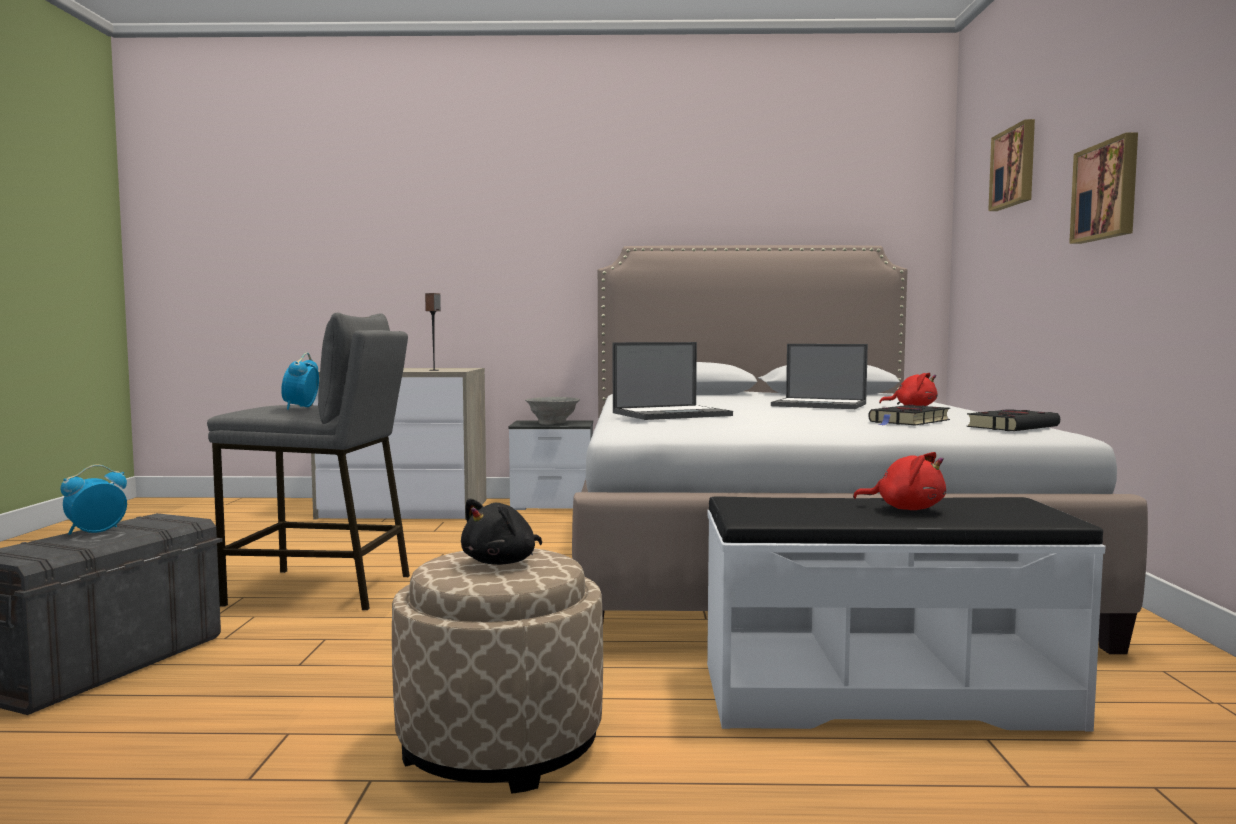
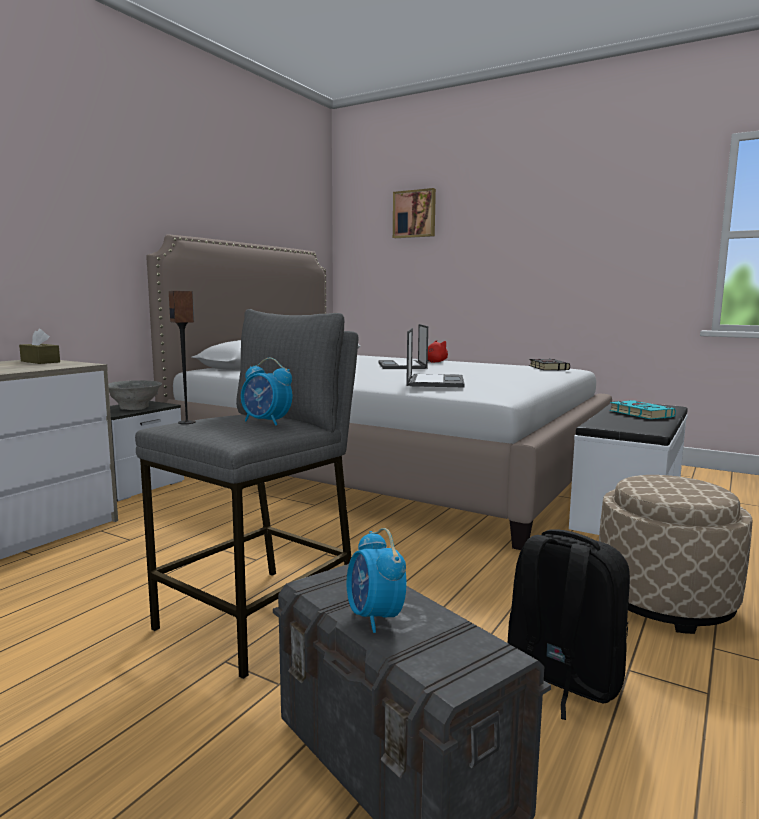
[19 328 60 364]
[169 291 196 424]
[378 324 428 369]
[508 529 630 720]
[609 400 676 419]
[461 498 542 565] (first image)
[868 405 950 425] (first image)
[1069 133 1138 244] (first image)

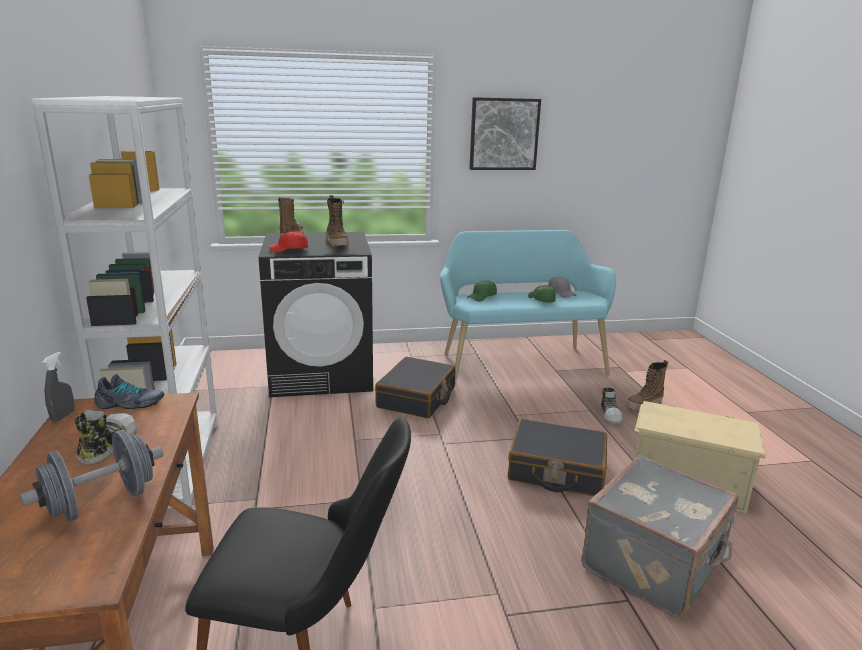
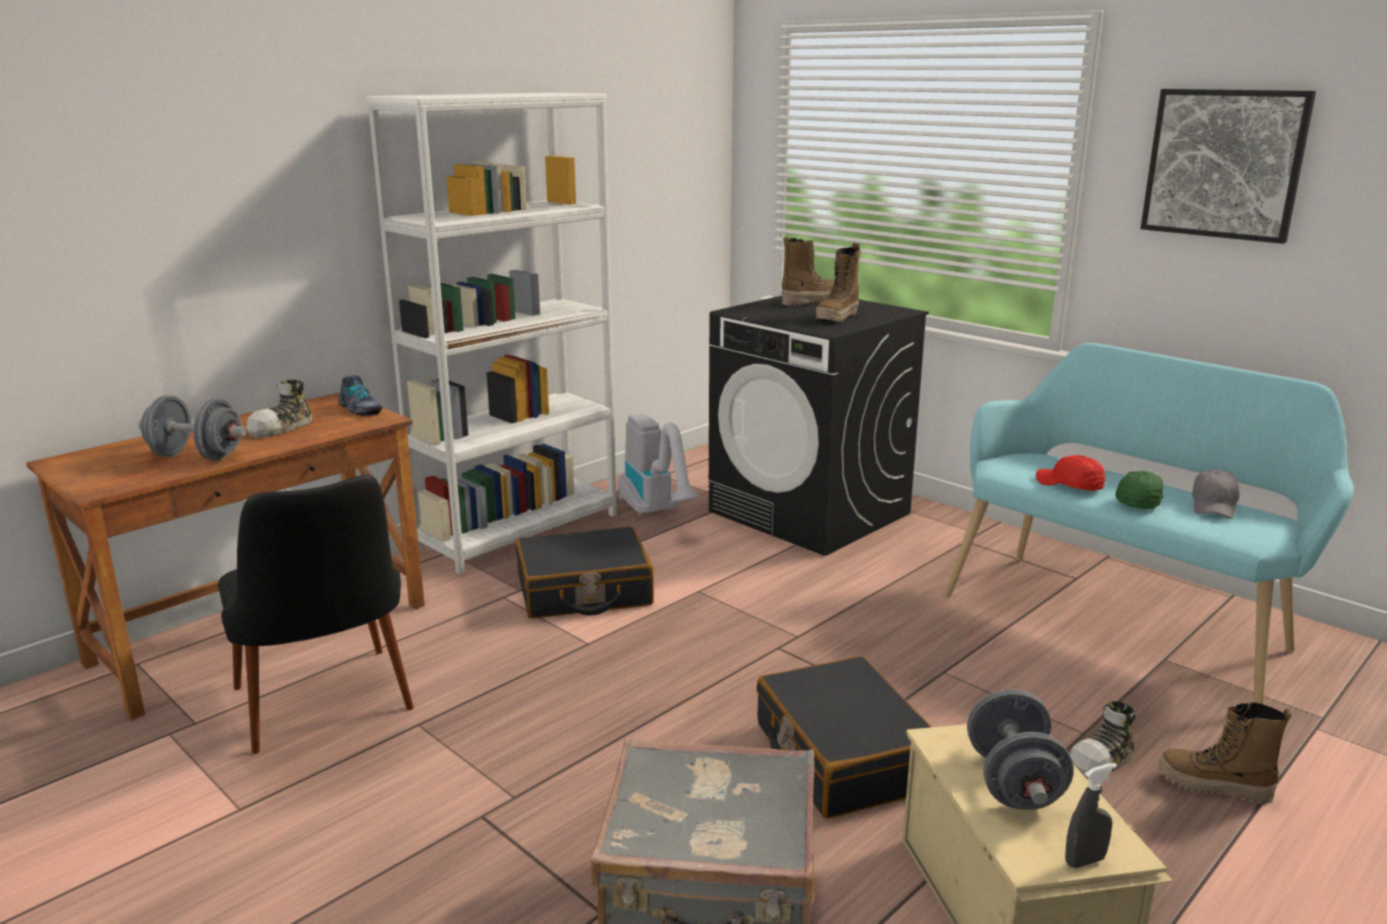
[246 380 312 438]
[515 527 654 618]
[618 414 701 515]
[967 689 1074 810]
[1036 455 1106 491]
[1065 763 1117 868]
[467 280 497 302] (first image)

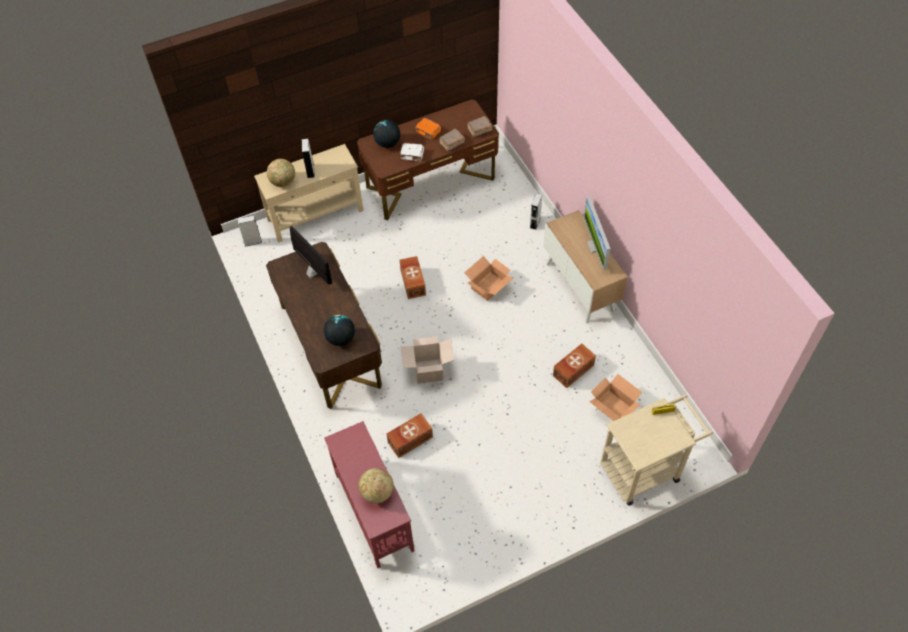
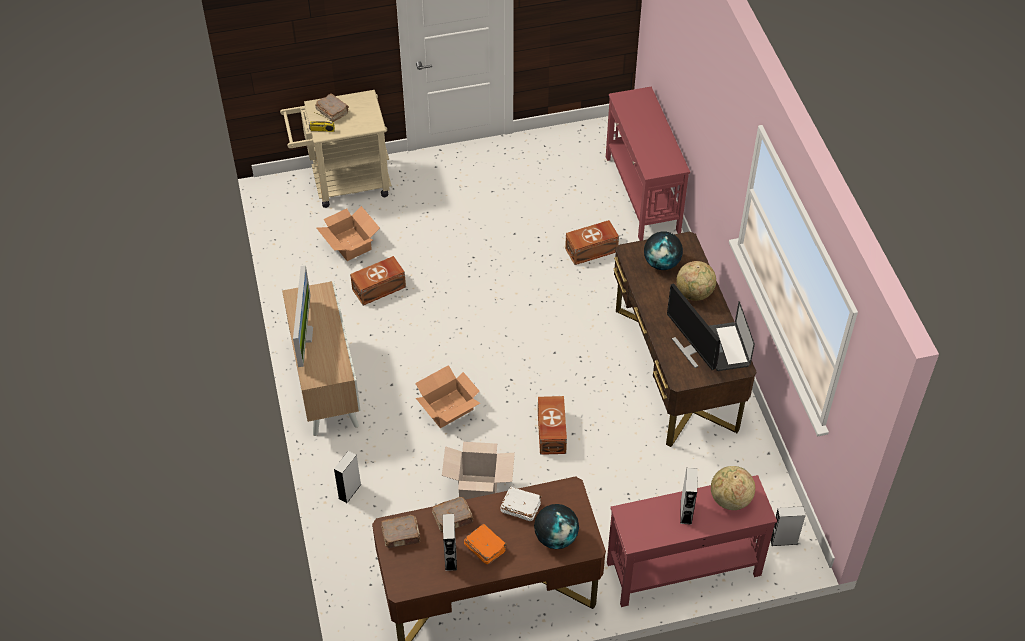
[315 93 349 122]
[442 442 515 500]
[443 514 457 571]
[607 475 777 607]
[676 261 716 301]
[709 301 755 371]

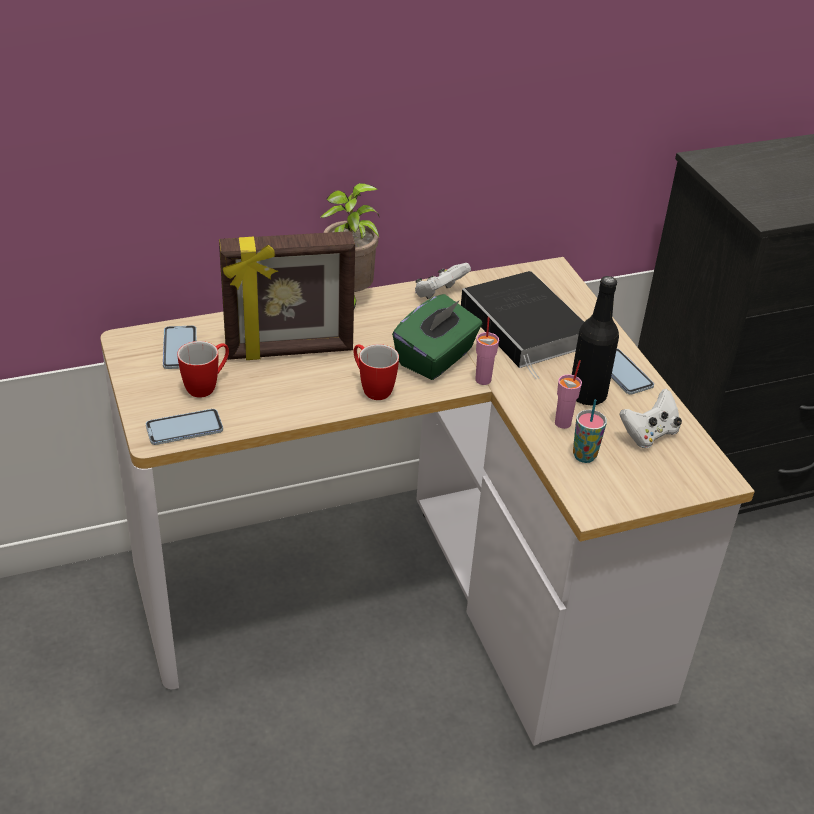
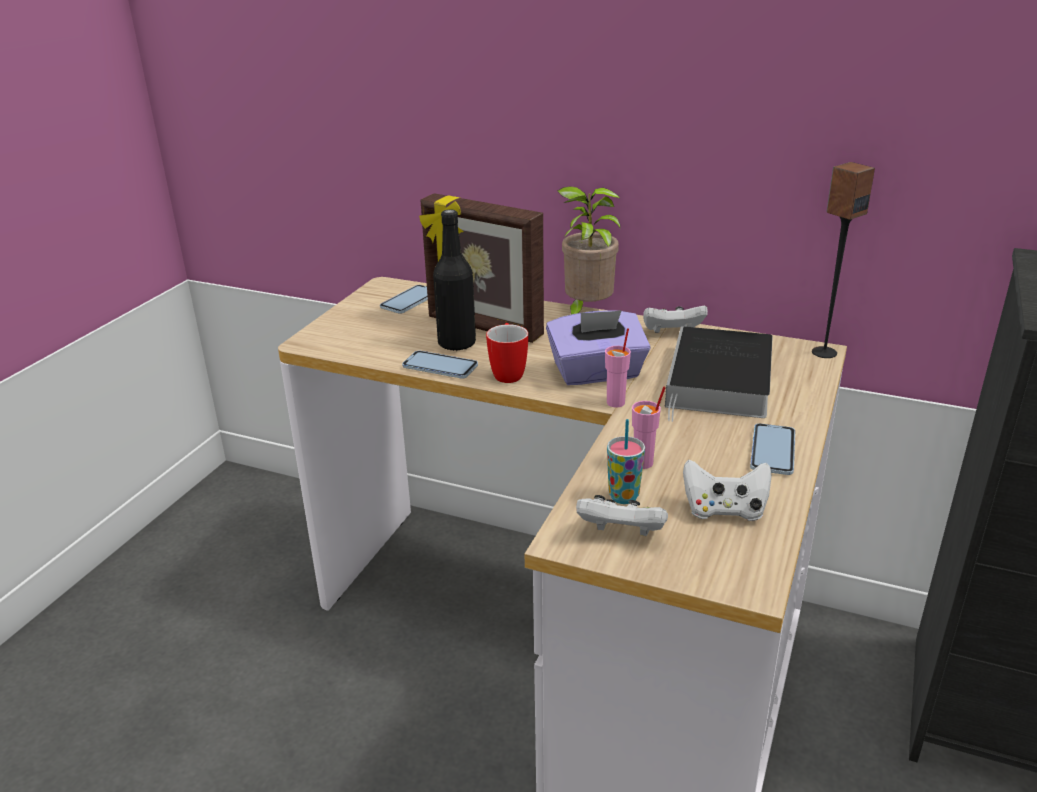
[402 351 478 379]
[433 209 476 351]
[546 310 650 385]
[576 495 668 536]
[812 162 875 358]
[177 341 229 398] (first image)

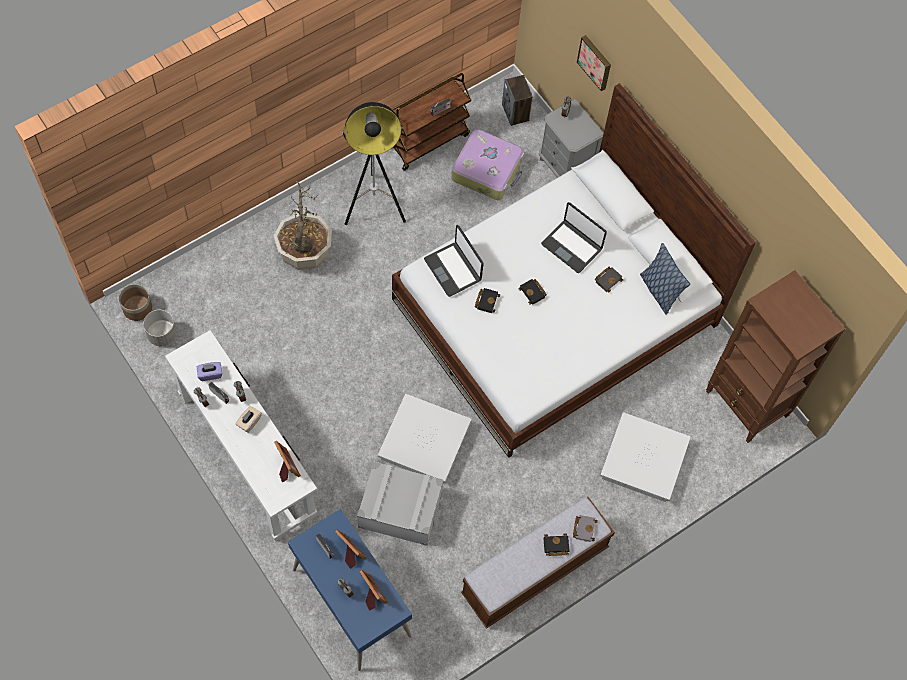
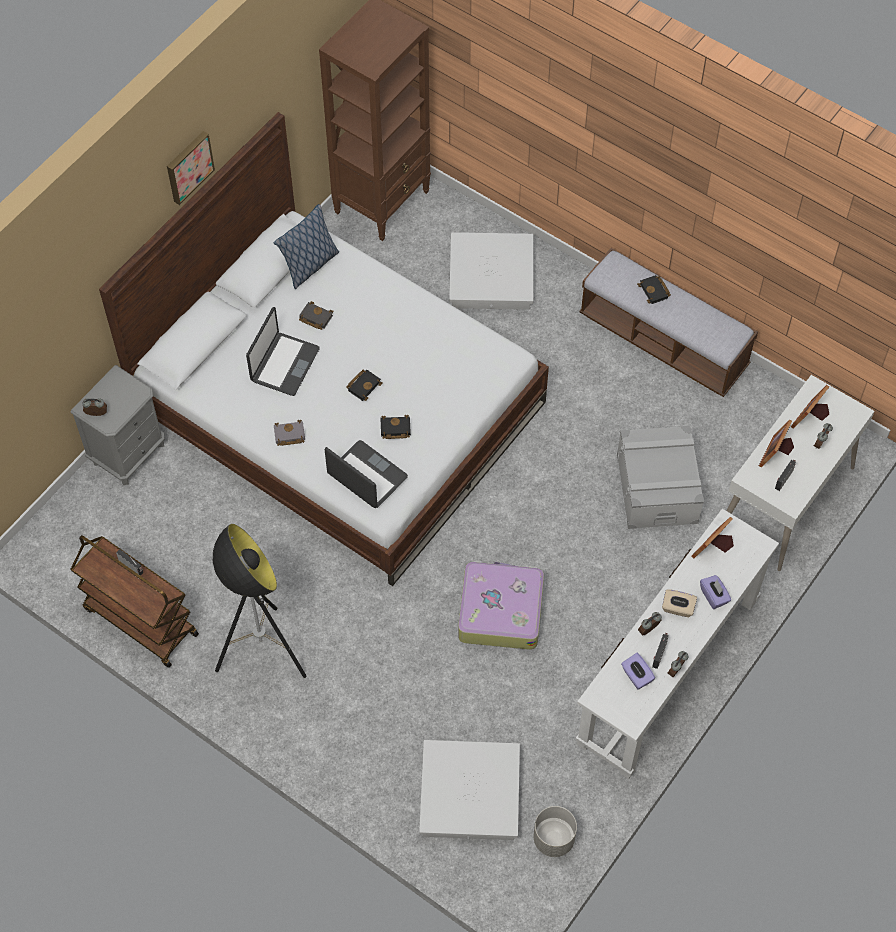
[167 131 215 205]
[274 420 305 446]
[325 440 408 508]
[419 740 520 840]
[458 561 544 650]
[700 575 731 609]
[727 375 874 571]
[119 284 152 321] (first image)
[274 181 332 270] (first image)
[502 75 533 126] (first image)

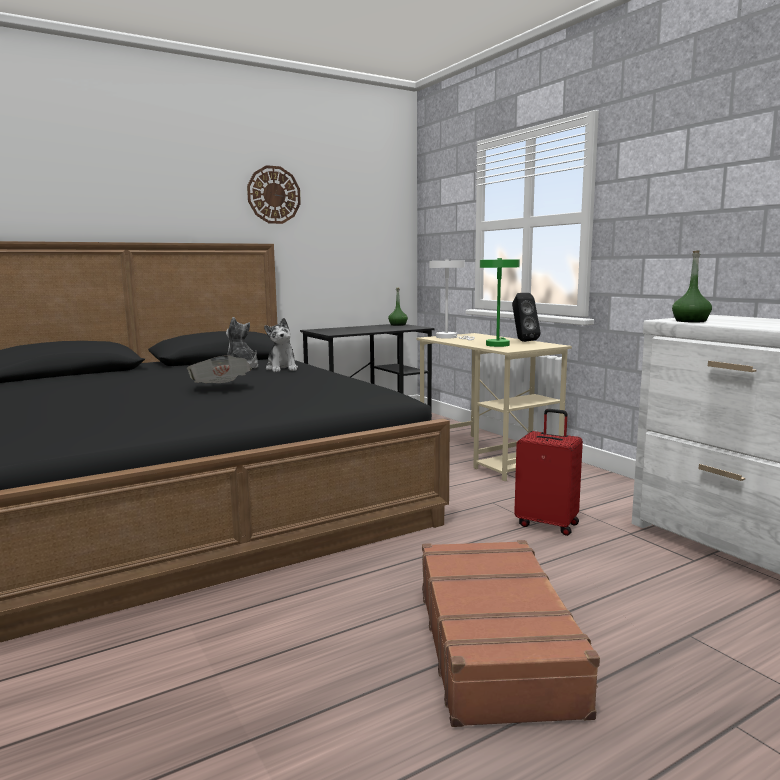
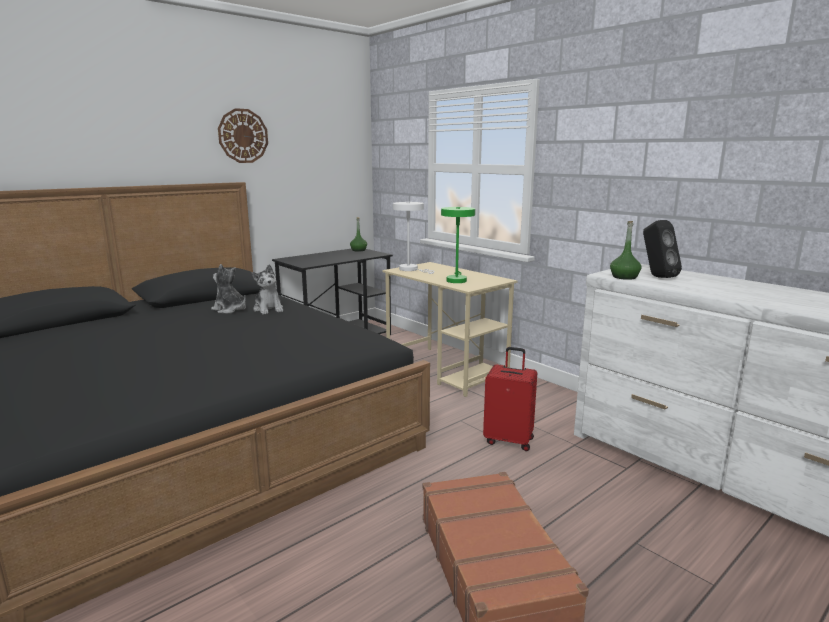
[643 220 682 278]
[187 355 252 383] (first image)

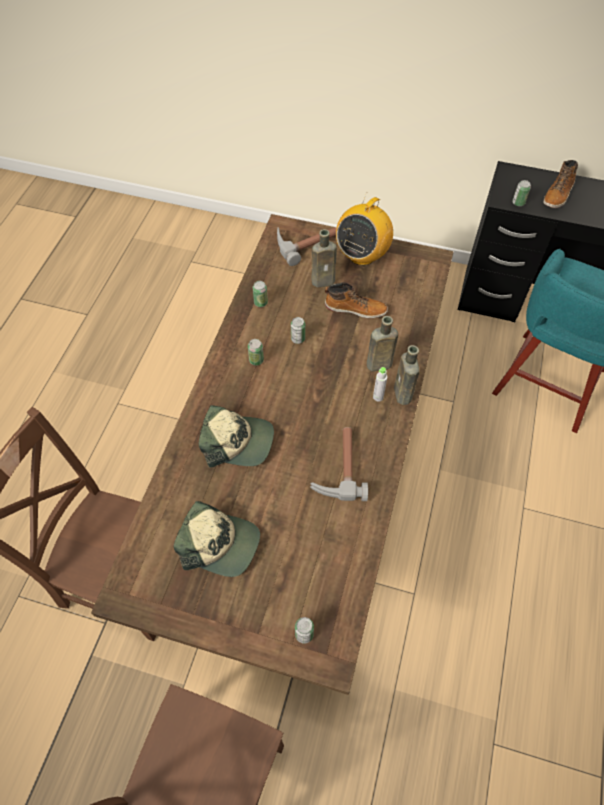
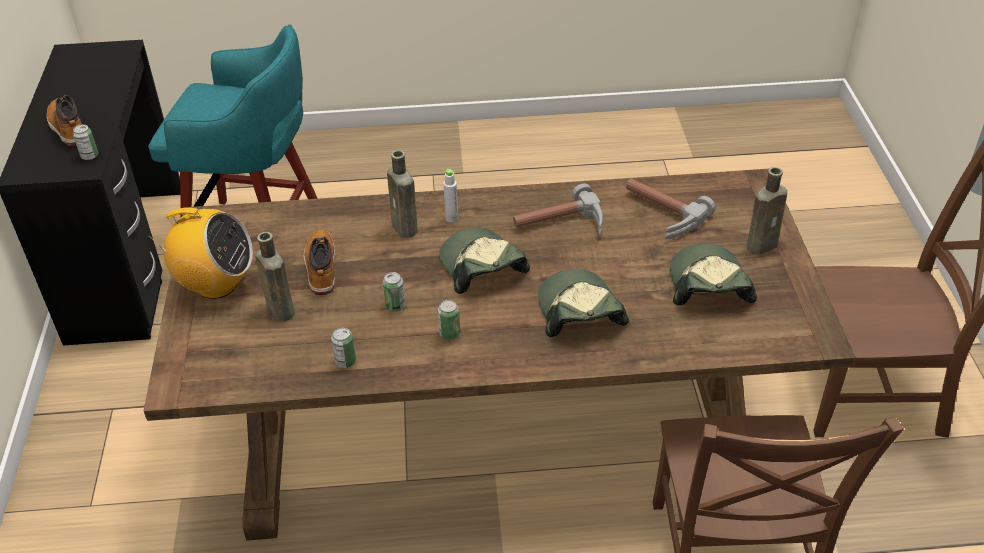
[47 95 82 146]
[439 227 530 294]
[626 178 716 239]
[747 167 787 254]
[295 617 314 644] (first image)

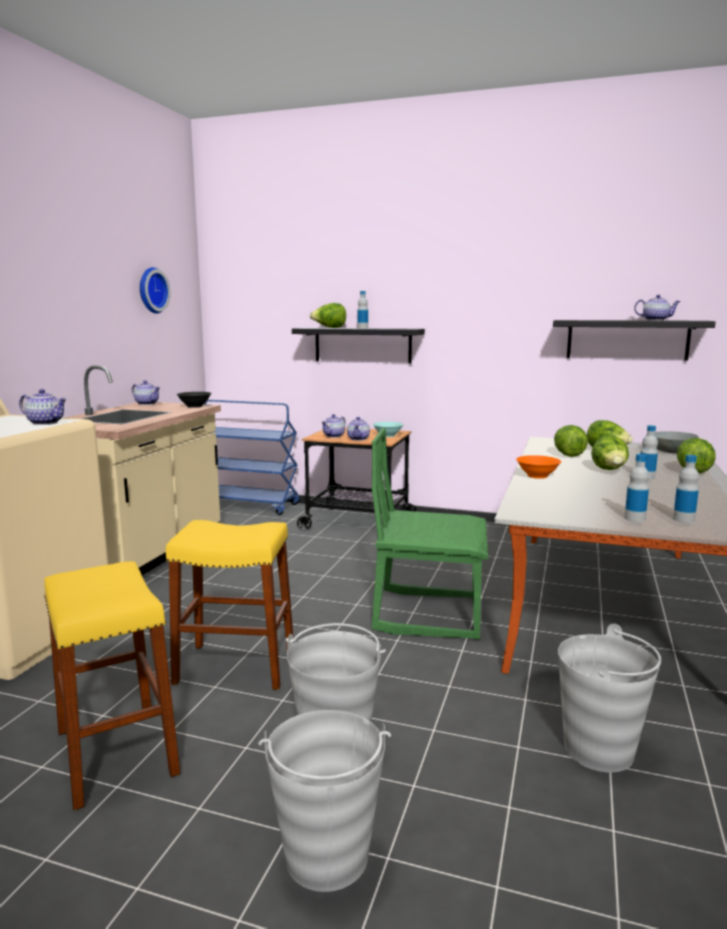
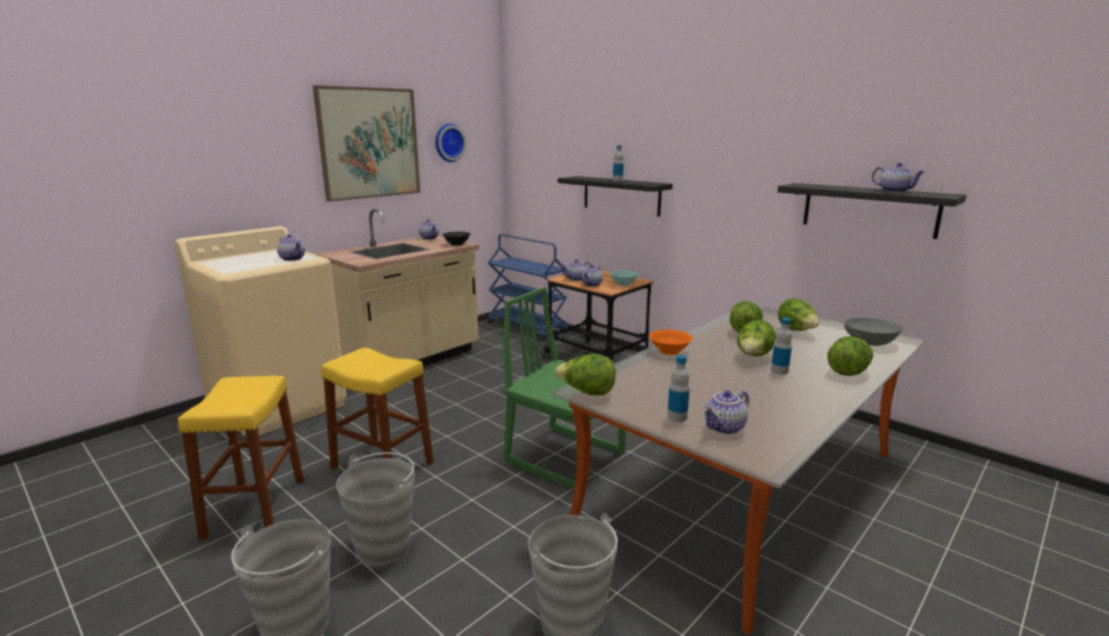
[313 85 420 202]
[555 354 616 395]
[703 390 749 435]

